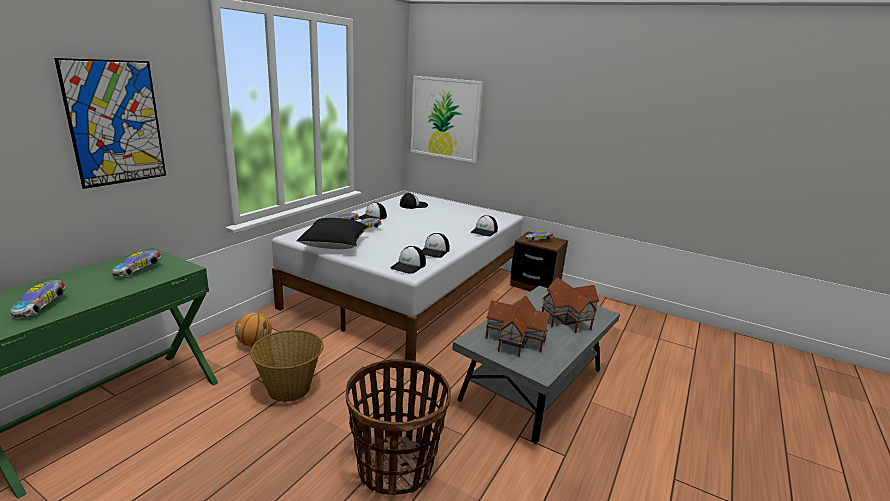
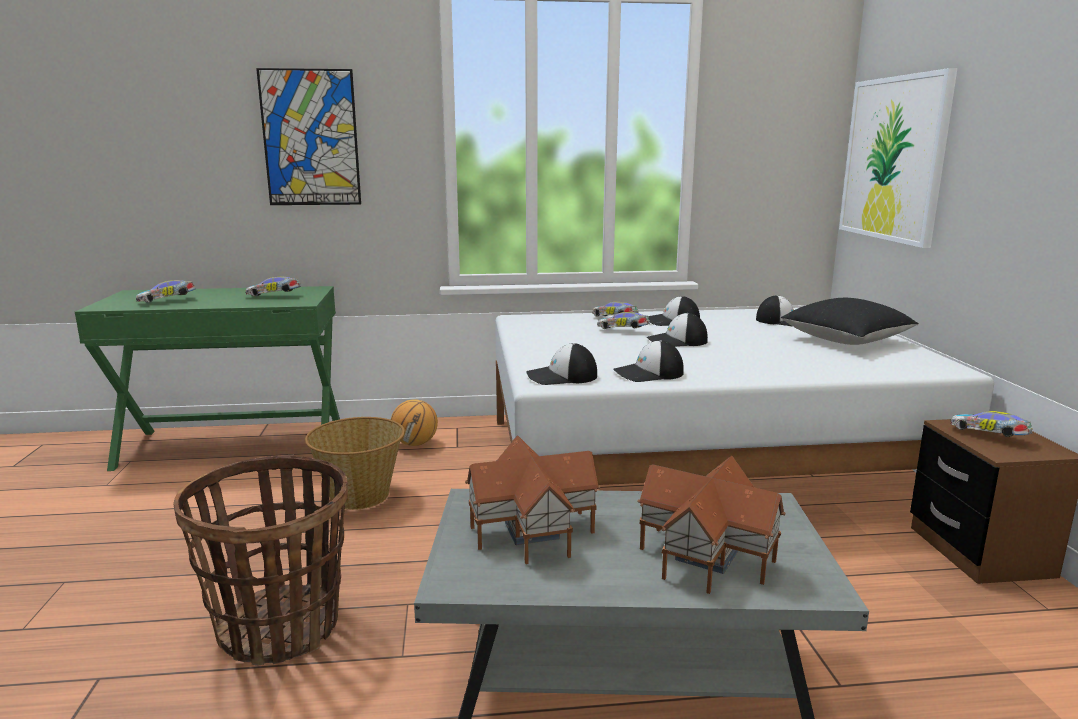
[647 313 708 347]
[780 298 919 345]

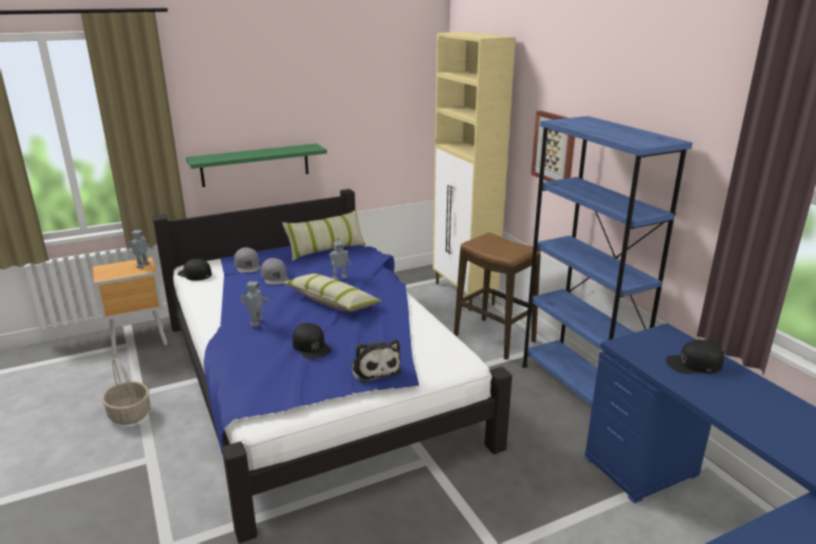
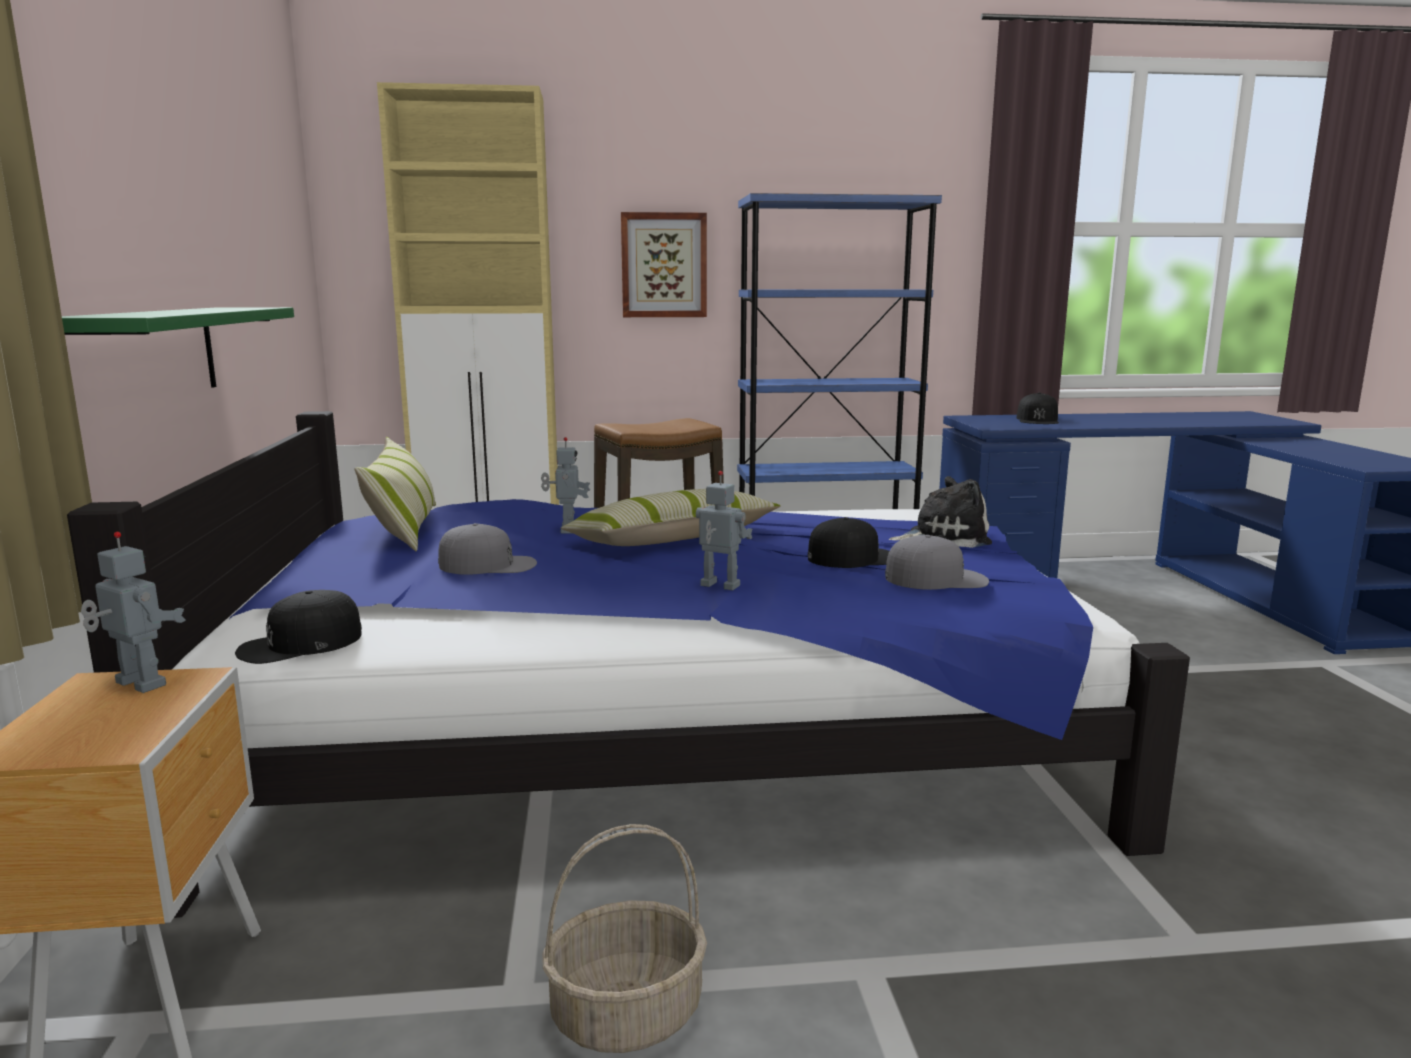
[885 535 989 590]

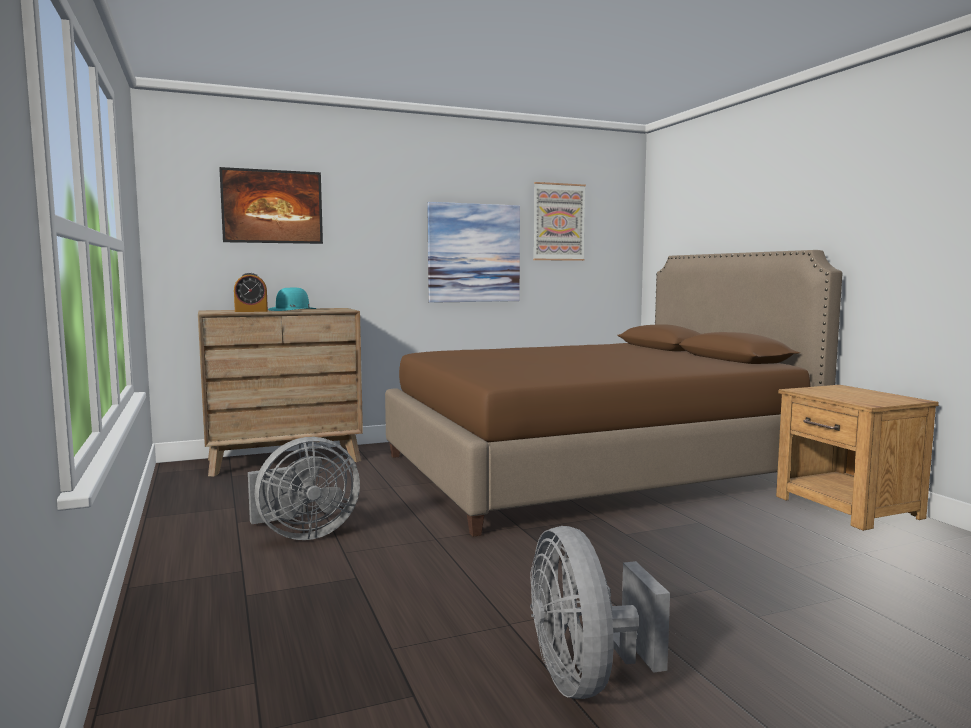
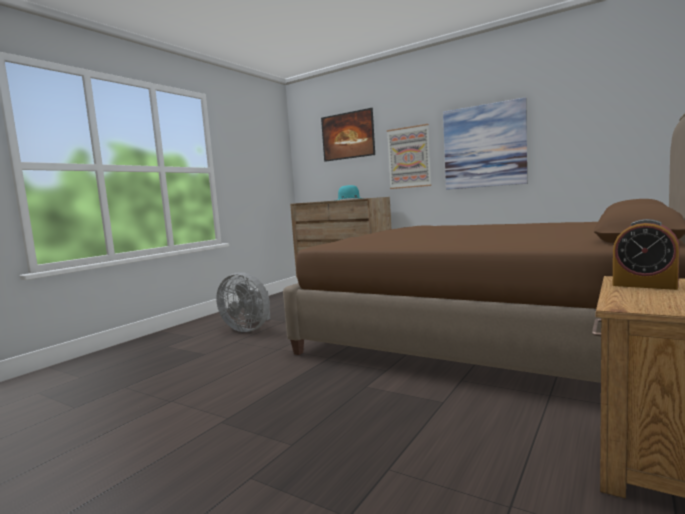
[387 124 431 189]
[613 219 680 290]
[530 526 670 699] (first image)

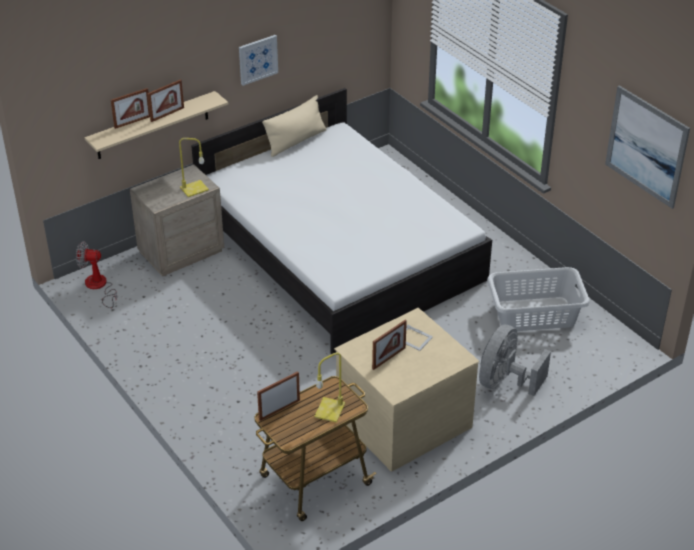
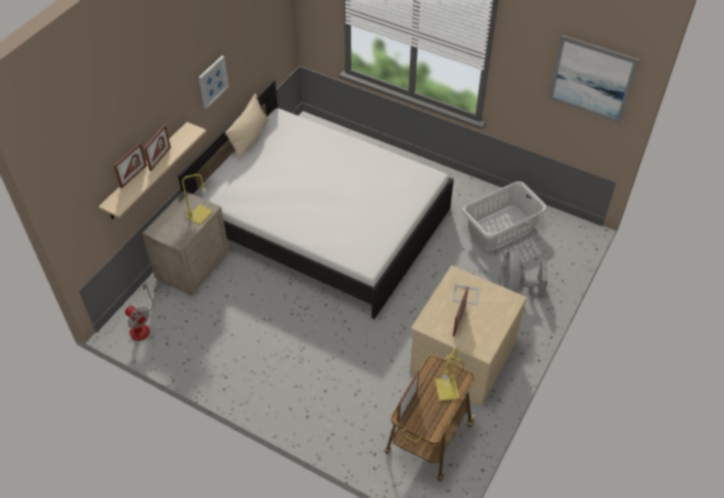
[125 282 154 341]

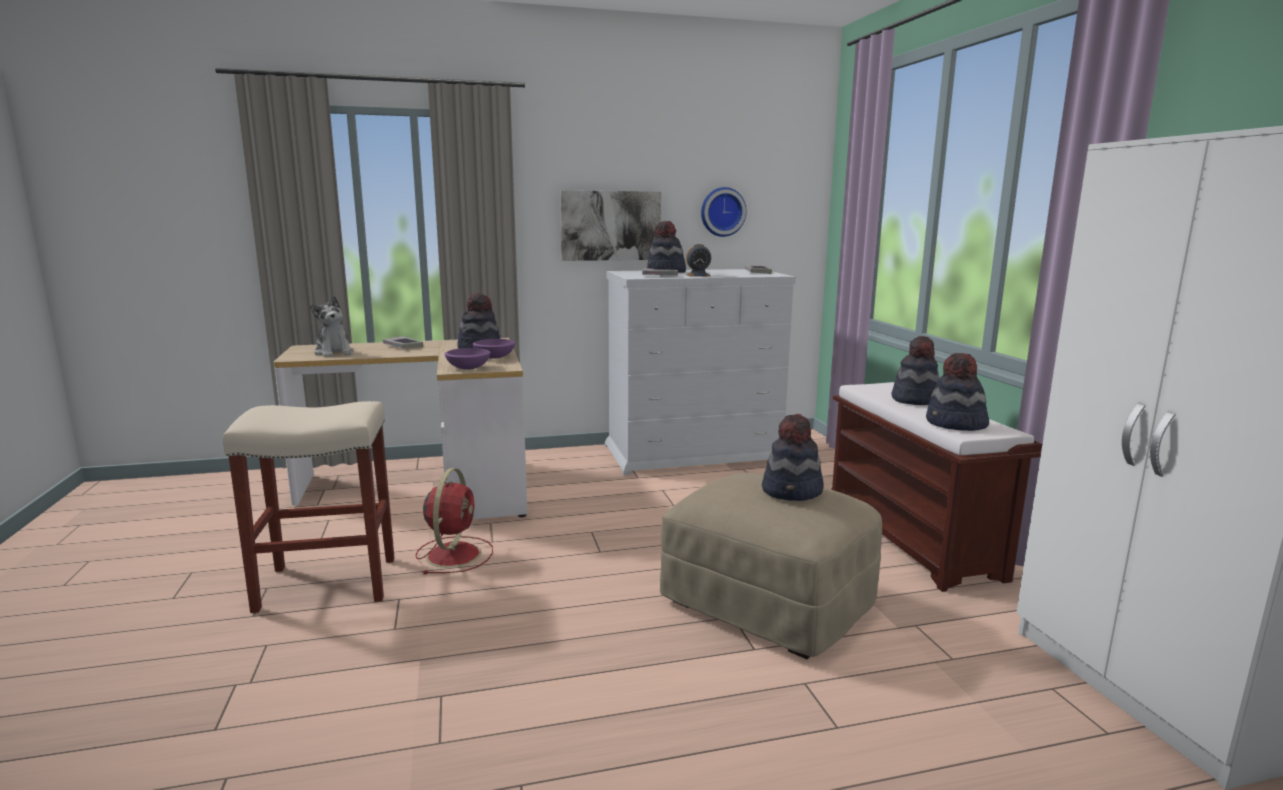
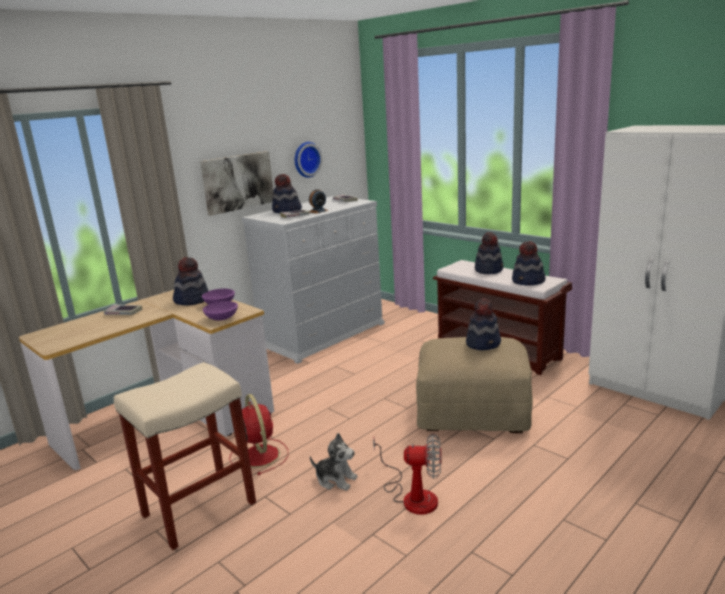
[310 433 358 491]
[373 433 442 515]

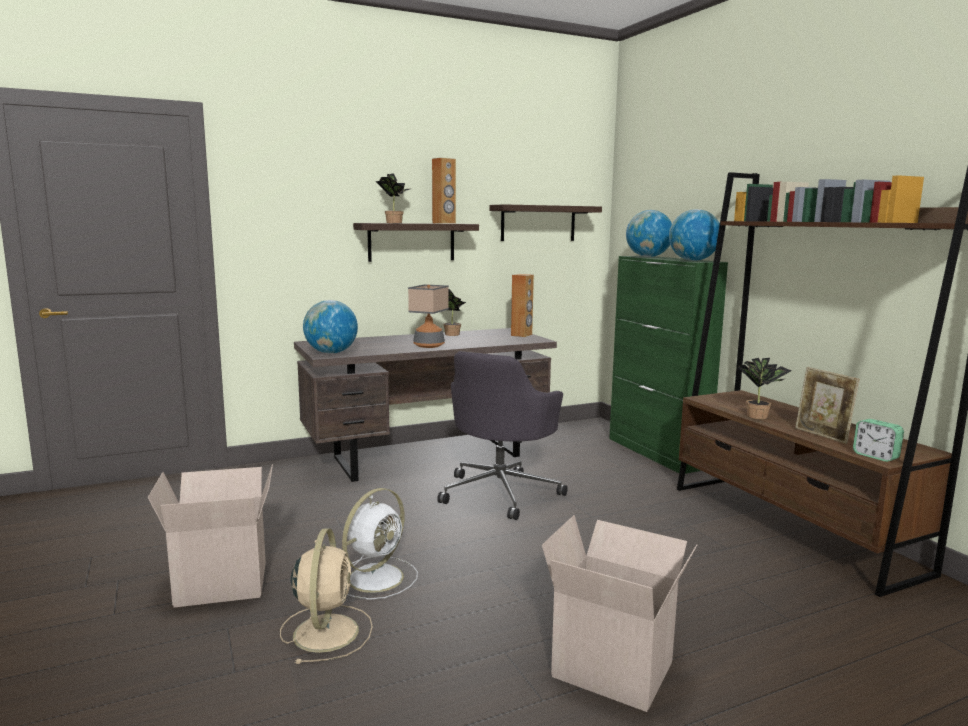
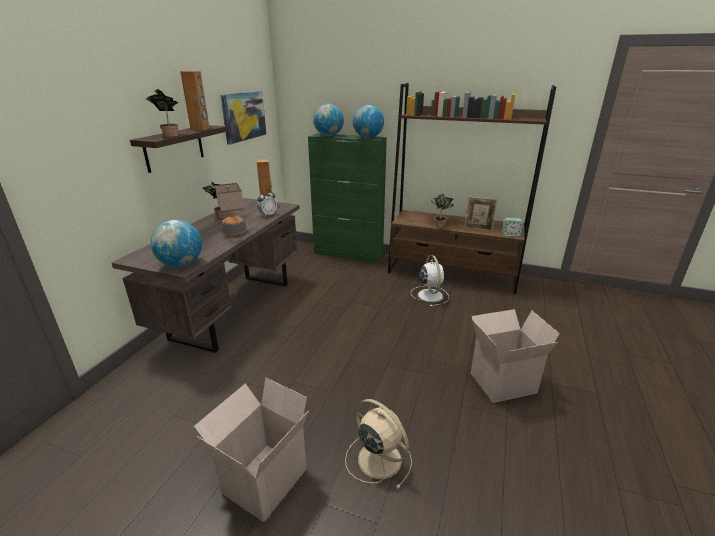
[220 91 266 145]
[257 190 277 217]
[411 255 449 307]
[437 351 568 520] (first image)

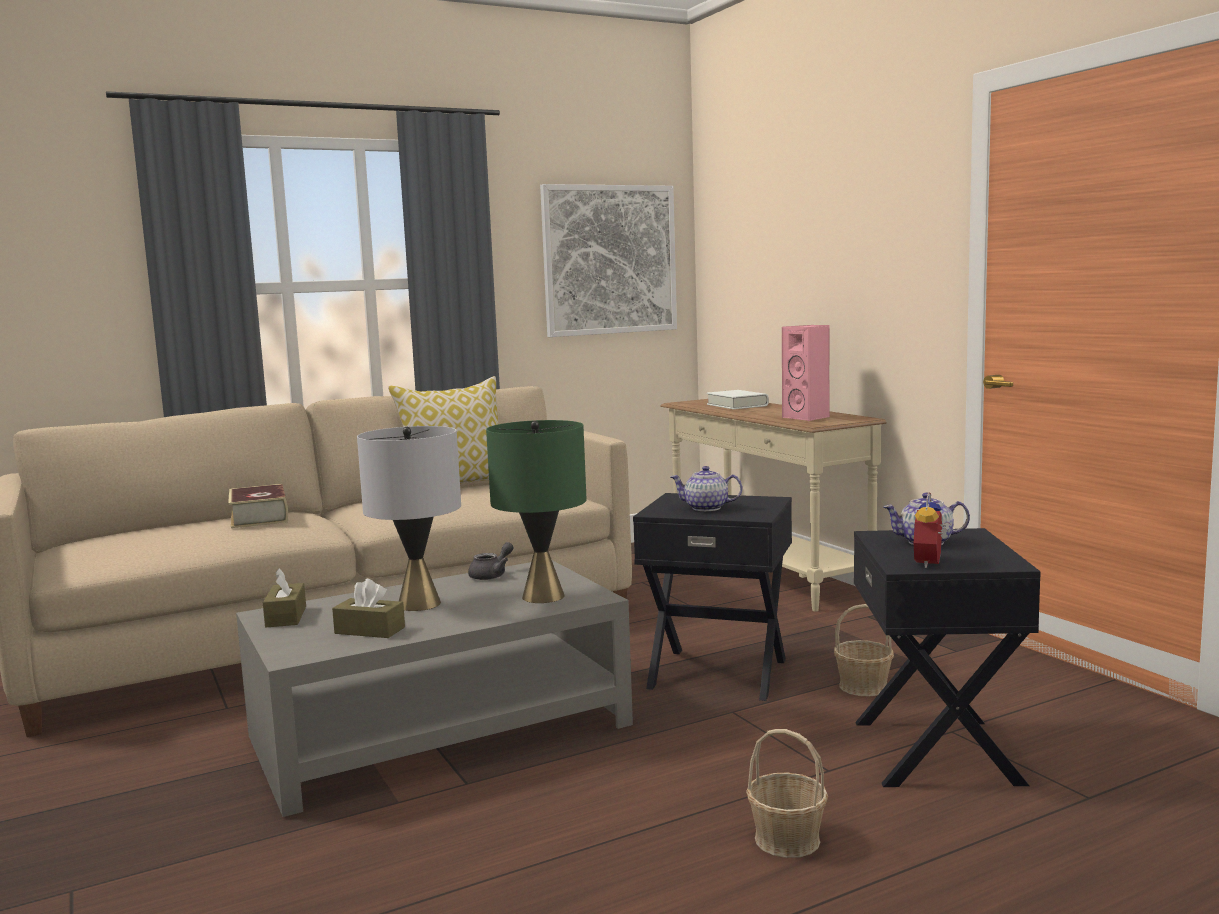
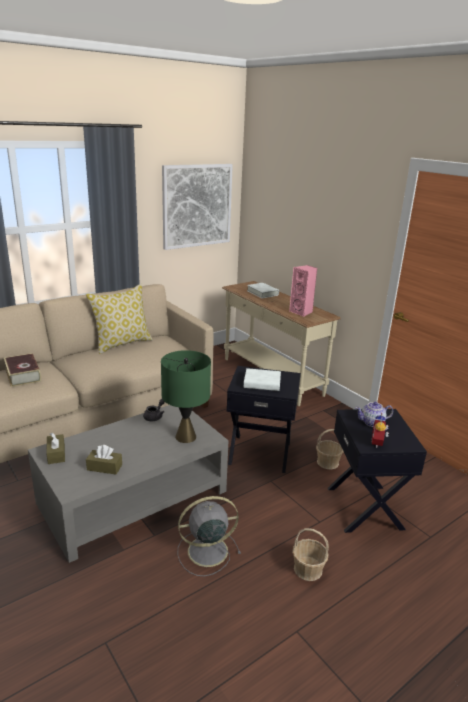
[178 496 241 576]
[244 368 281 391]
[357 426 461 611] (first image)

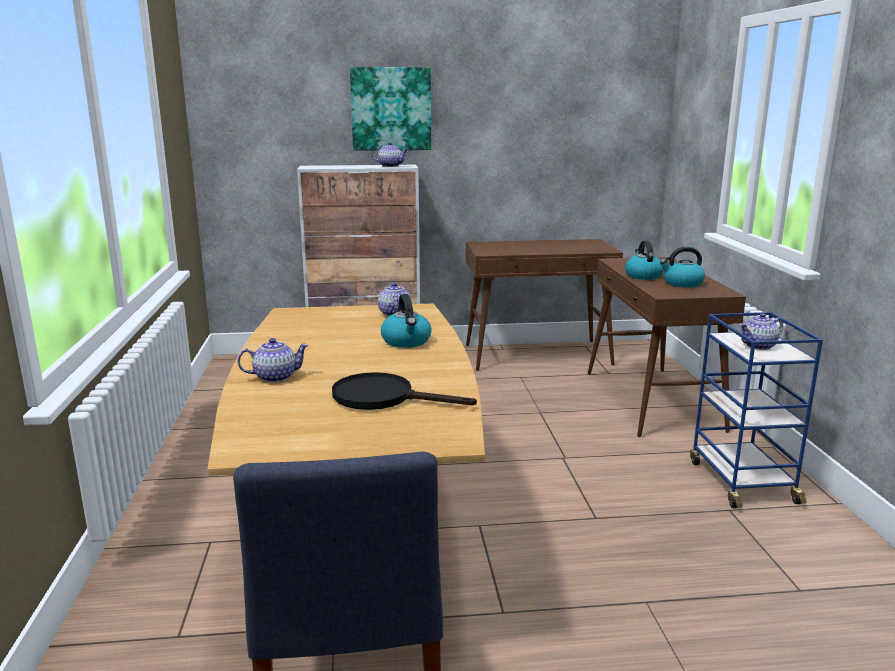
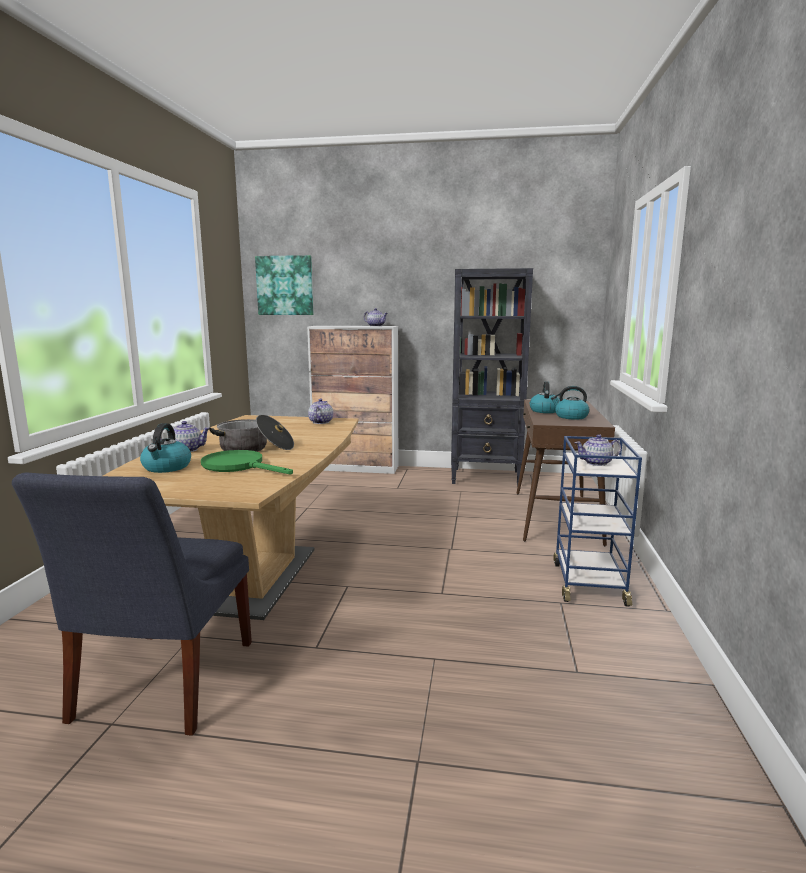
[140 423 191 473]
[201 450 293 474]
[209 415 294 452]
[255 255 313 315]
[451 268 533 487]

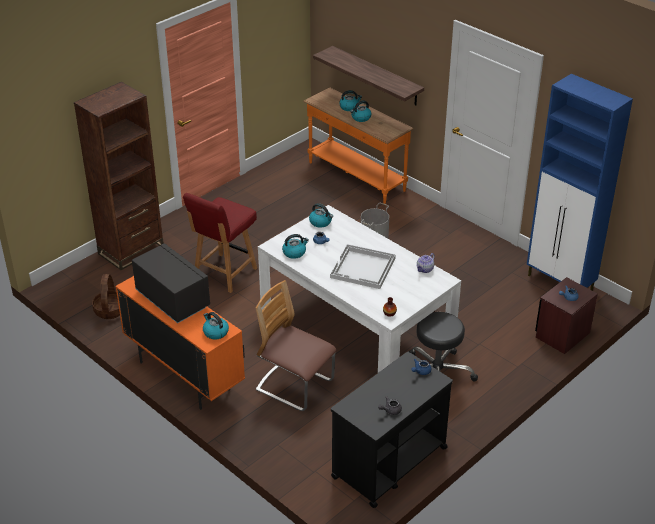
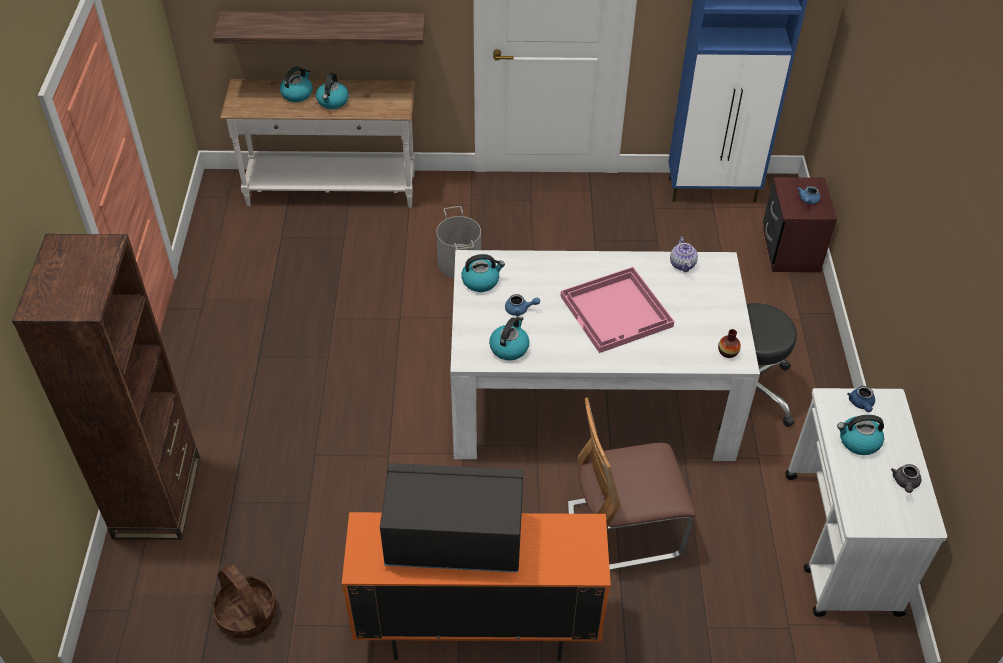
[220 79 415 208]
[560 267 674 353]
[785 388 947 617]
[837 415 884 455]
[183 193 257 293] (first image)

